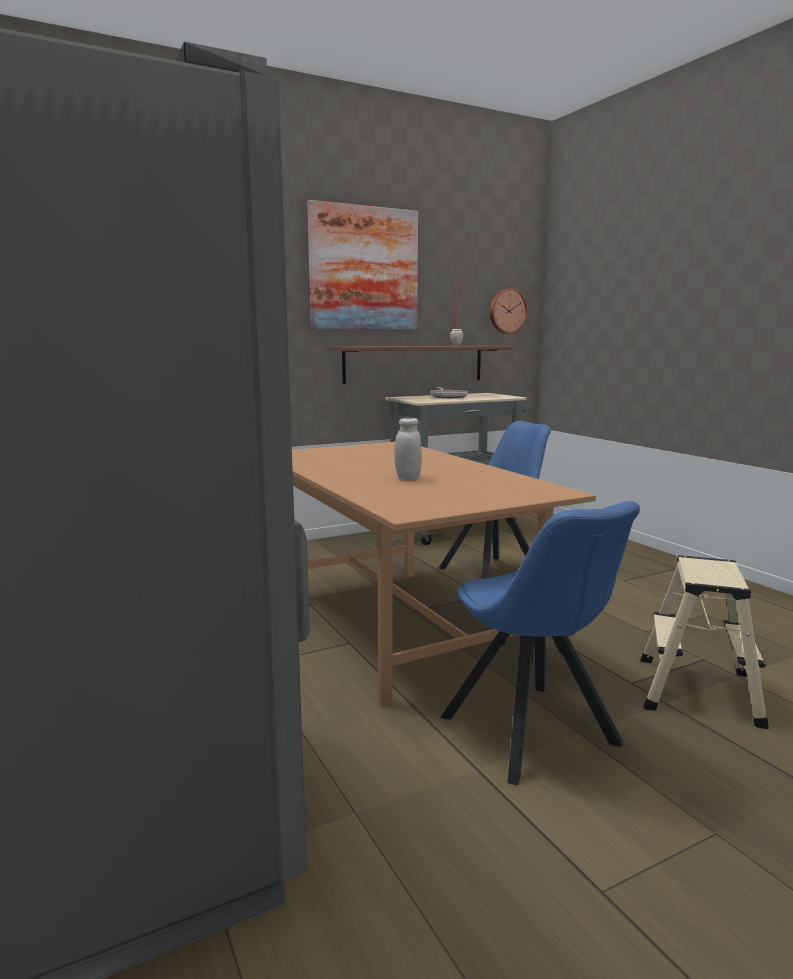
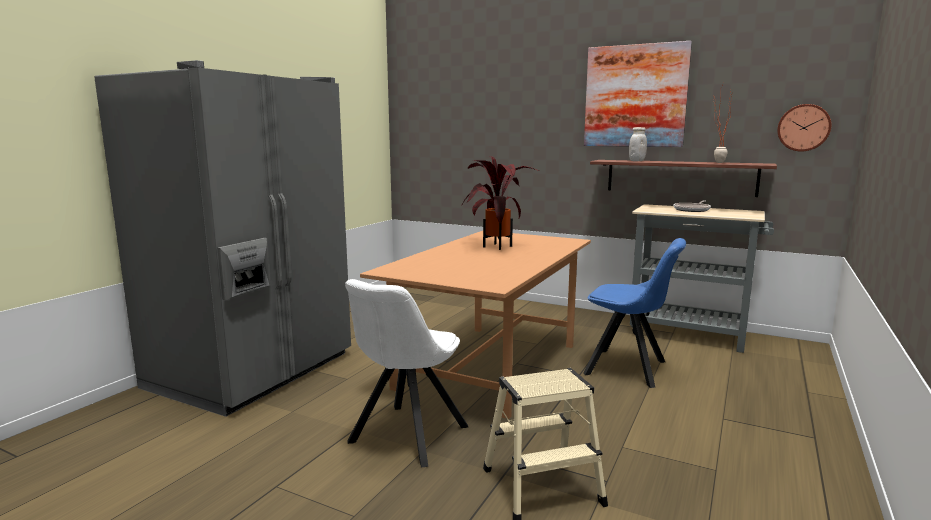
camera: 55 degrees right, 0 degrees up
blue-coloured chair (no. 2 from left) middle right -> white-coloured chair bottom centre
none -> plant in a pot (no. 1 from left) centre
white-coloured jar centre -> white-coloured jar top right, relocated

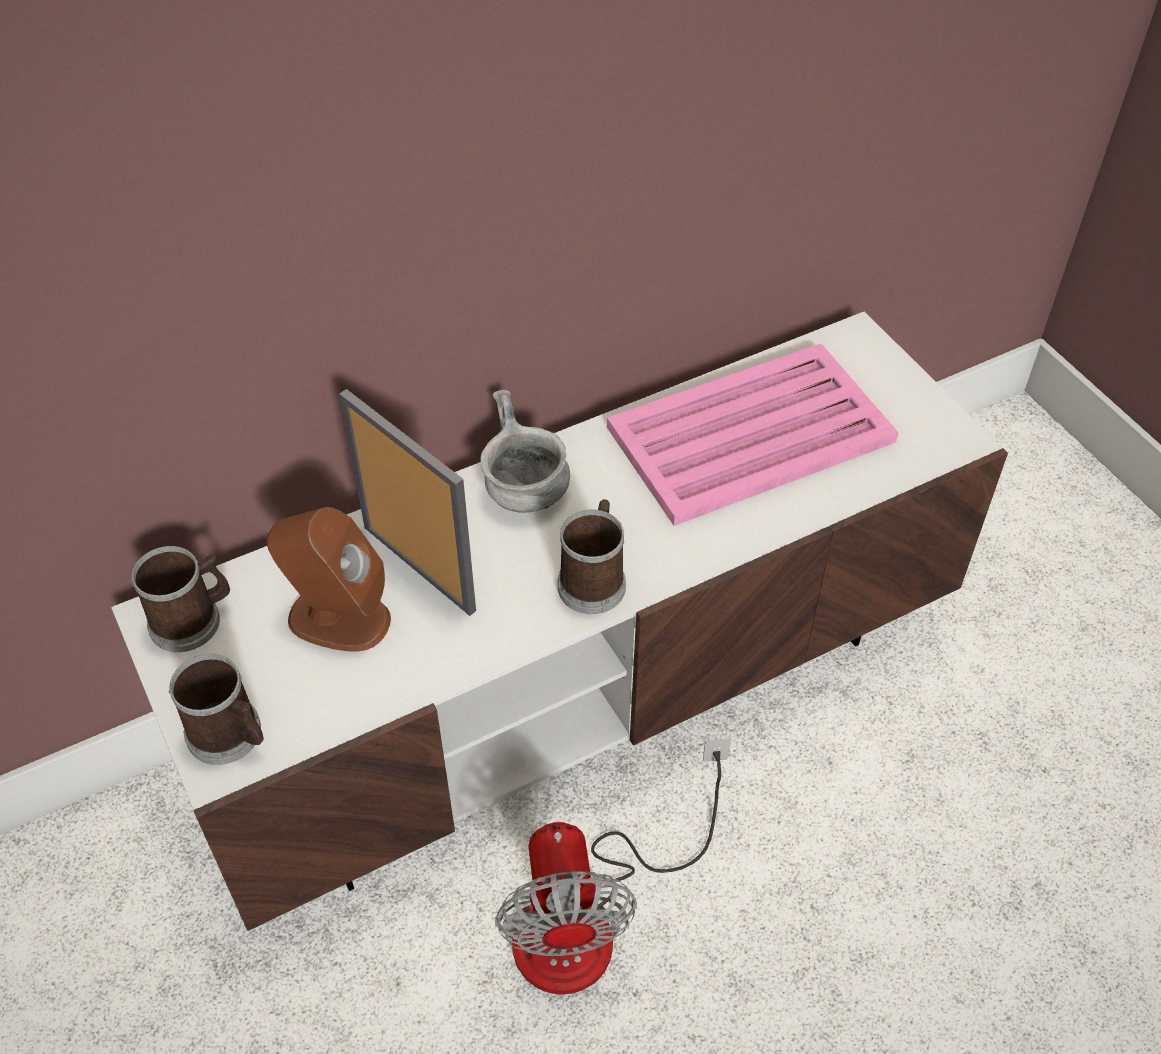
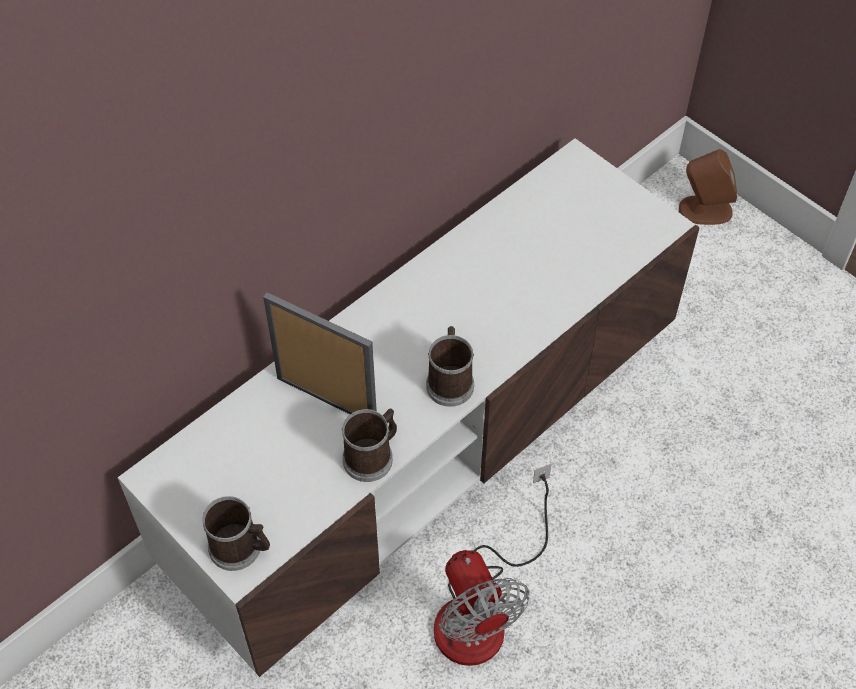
camera: 15 degrees left, 5 degrees up
coffee mug (no. 1 from left in the first image) middle left -> coffee mug (no. 2 from left) centre, relocated
brownish audio speaker middle left -> brownish audio speaker top right, relocated
grey bowl centre -> none
pink serving tray centre -> none

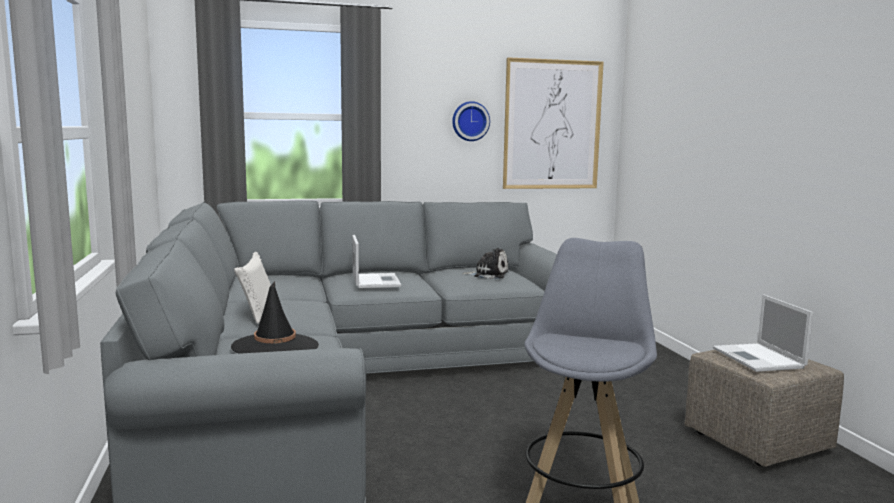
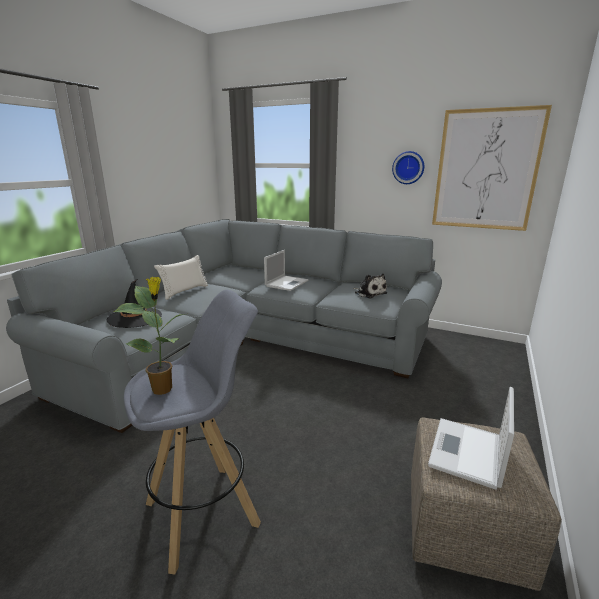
camera: 40 degrees right, 10 degrees up
none -> plant in a pot middle left

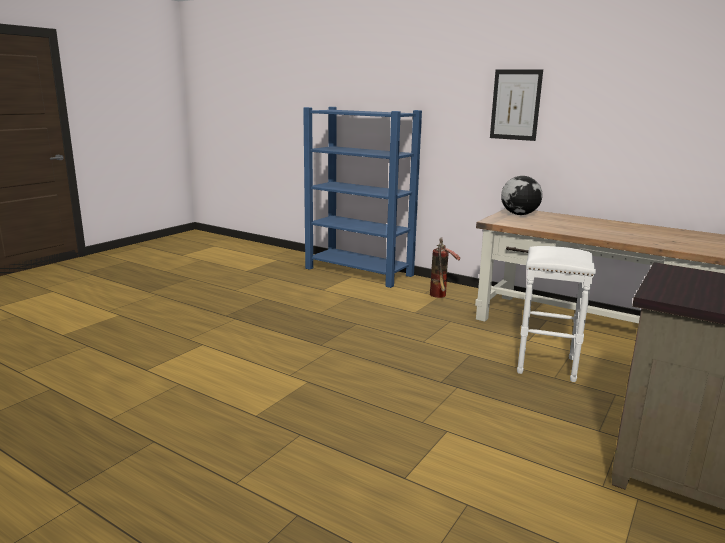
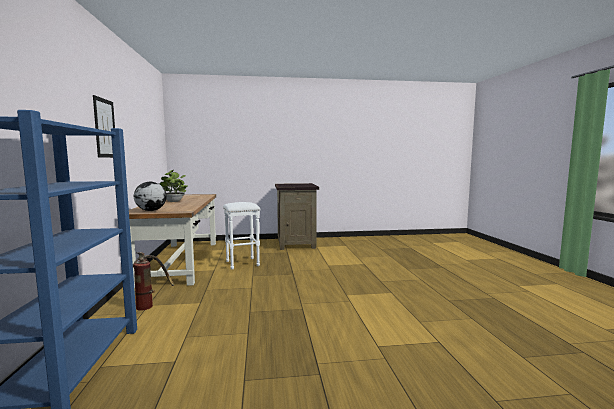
camera: 130 degrees left, 10 degrees down
none -> plant in a pot middle left

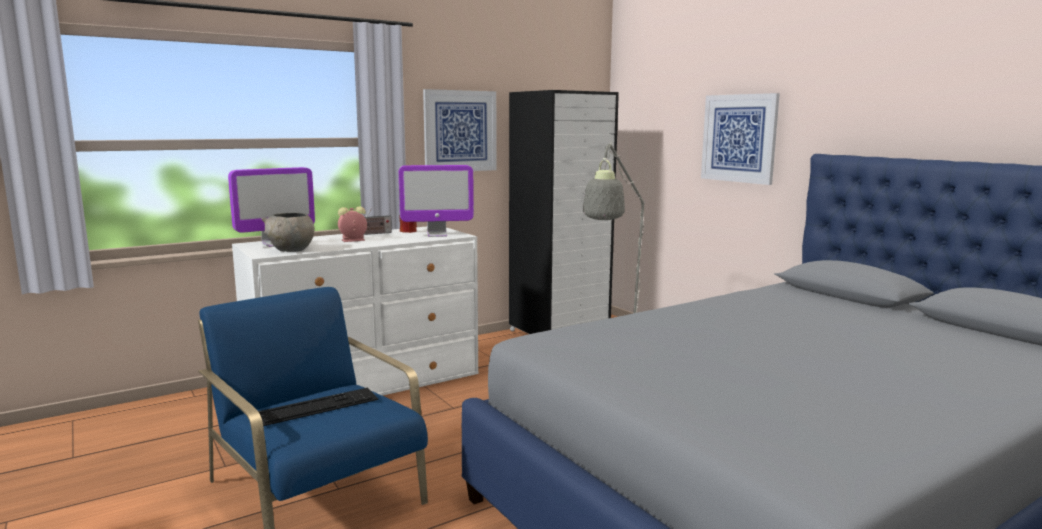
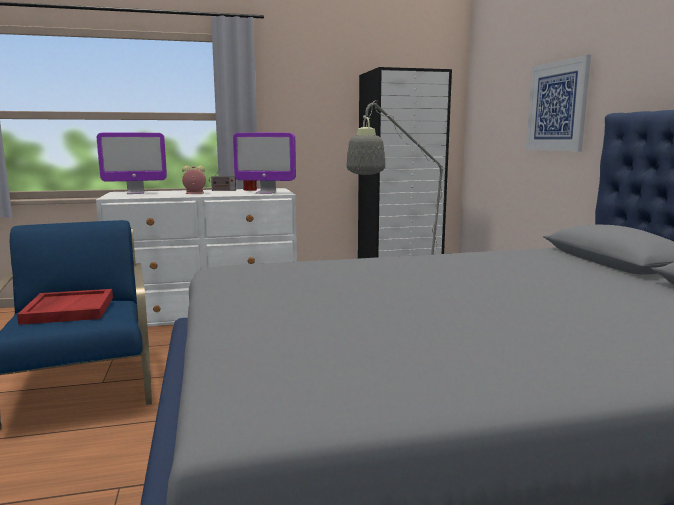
camera: 20 degrees right, 0 degrees up
computer keyboard bottom left -> red-coloured serving tray middle left
grey bowl middle left -> none
wall art (no. 1 from left) top centre -> none

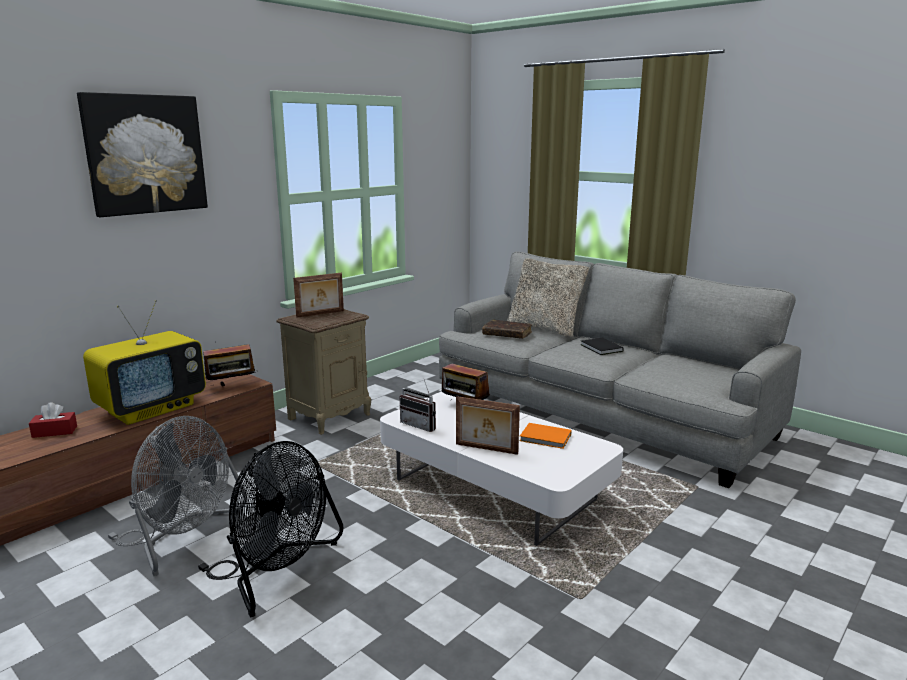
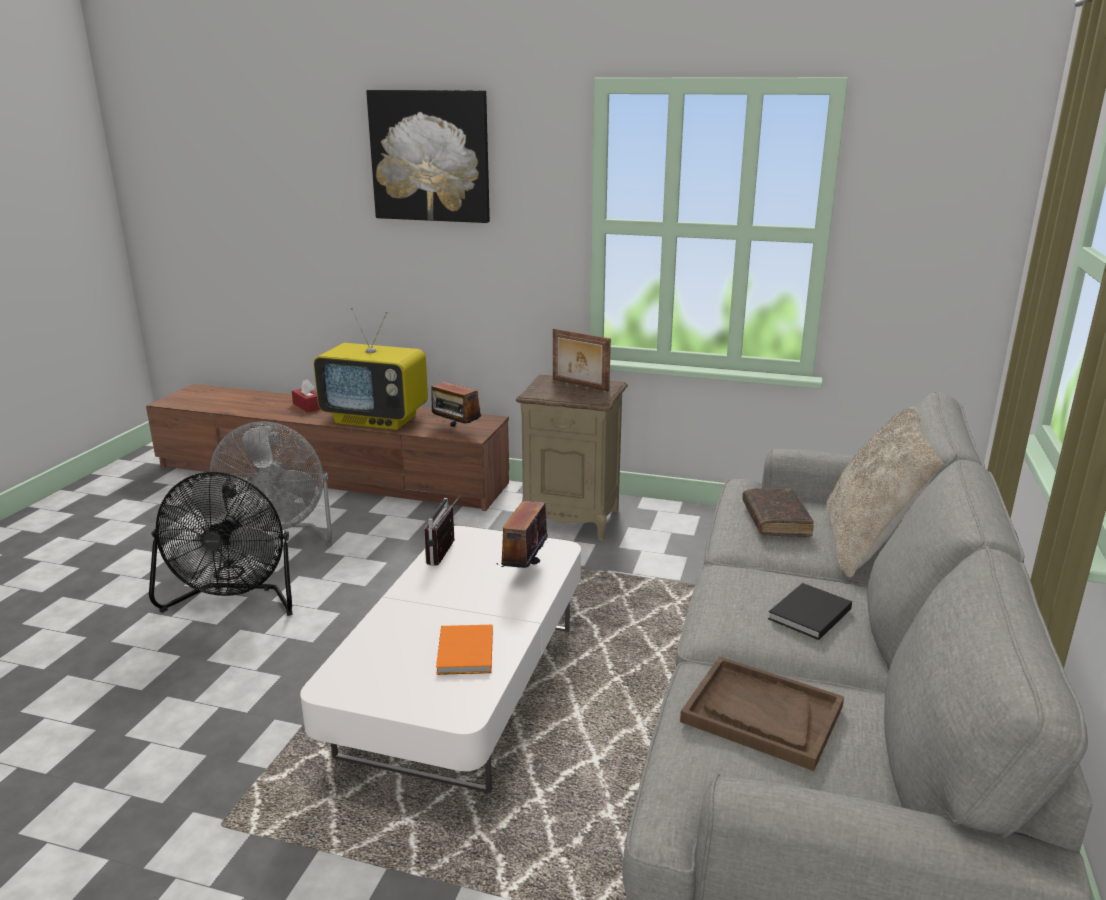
camera: 65 degrees right, 5 degrees up
none -> brownish serving tray bottom right
photo frame (no. 2 from left) centre -> none

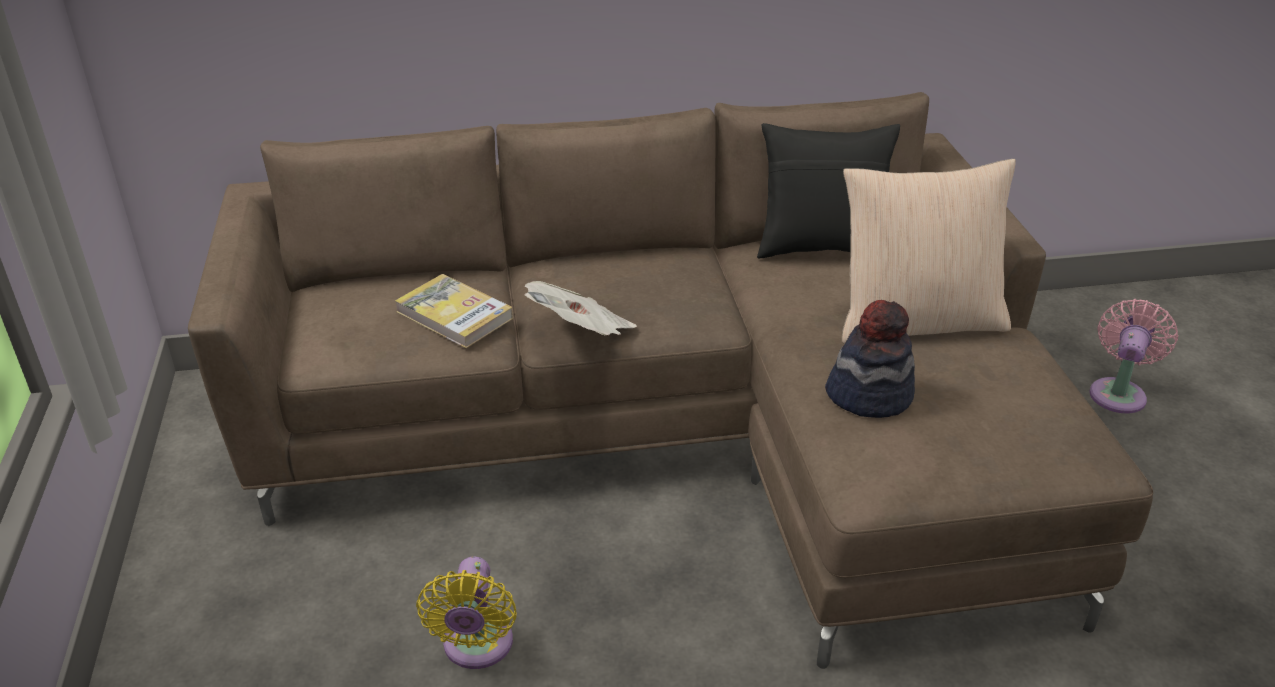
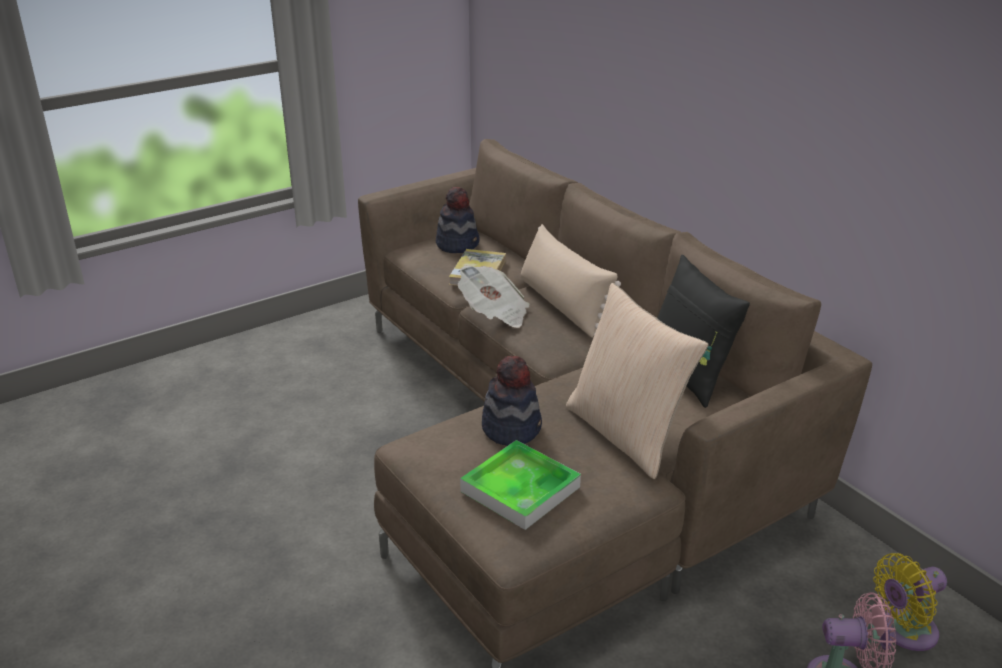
camera: 65 degrees right, 5 degrees down
none -> hat (no. 1 from left) top centre
none -> serving tray bottom centre
none -> sand-coloured throw pillow (no. 1 from left) centre
yellow cooling fan bottom centre -> yellow cooling fan bottom right, relocated

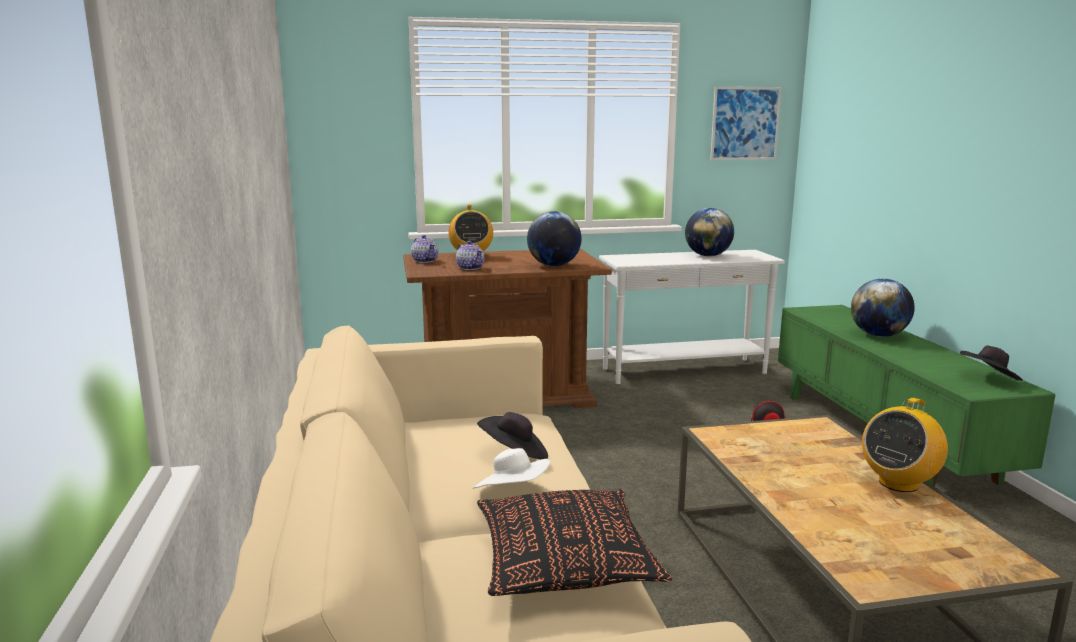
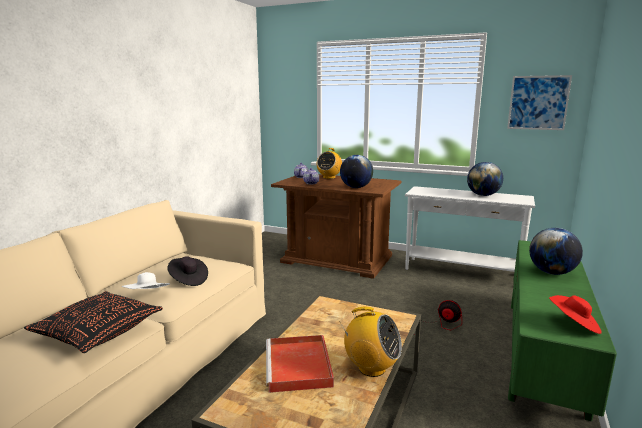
camera: 35 degrees right, 0 degrees up
none -> red-coloured serving tray bottom centre
radio receiver (no. 2 from left) bottom right -> radio receiver (no. 2 from left) bottom centre, 150 degrees counterclockwise
blackish hat (no. 2 from left) middle right -> red-coloured hat bottom right

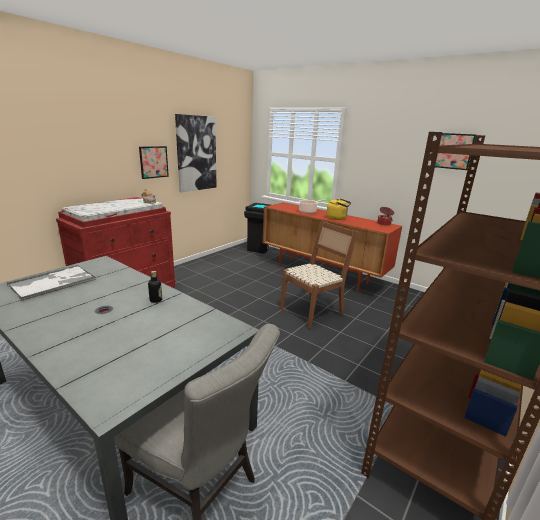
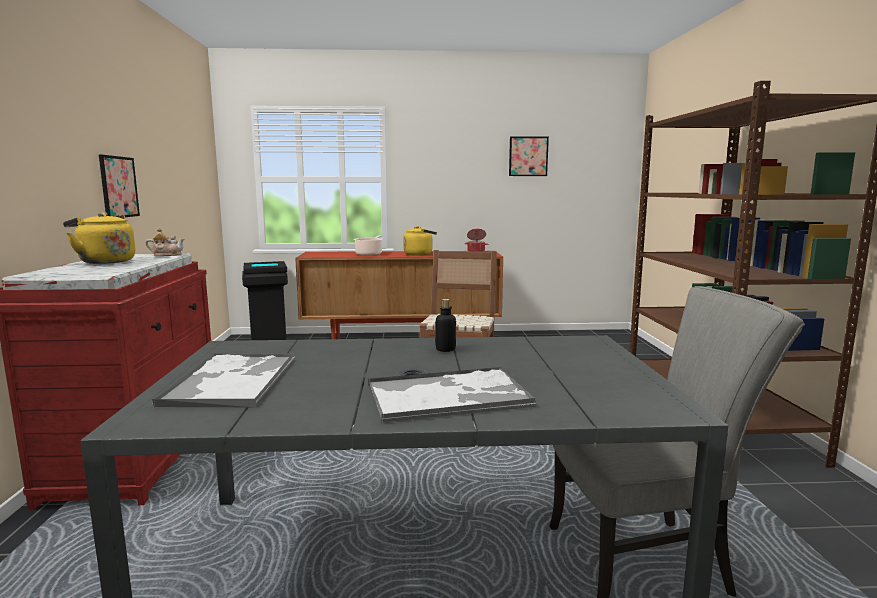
camera: 40 degrees left, 10 degrees down
none -> yellow kettle (no. 1 from left) middle left
none -> serving tray (no. 2 from left) centre
wall art (no. 2 from left) top centre -> none

